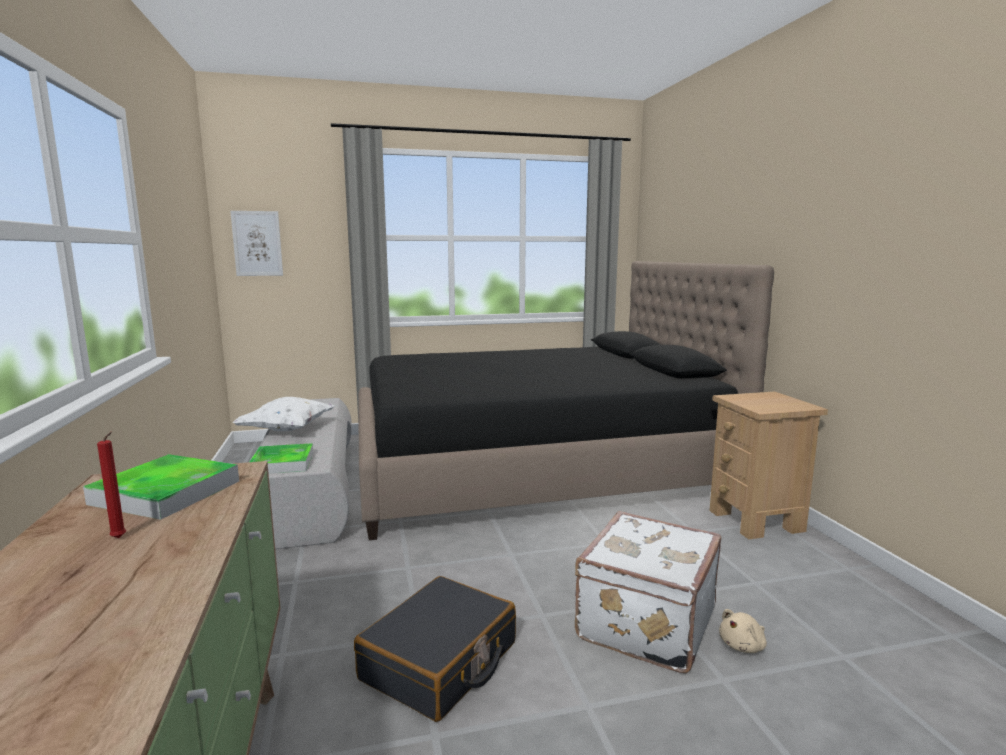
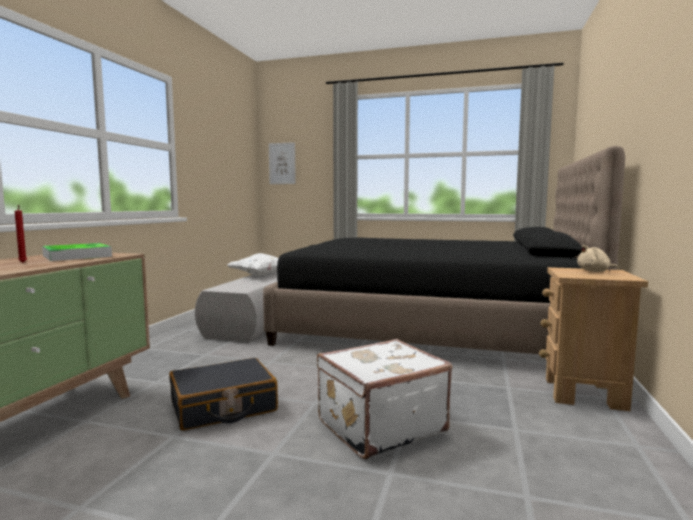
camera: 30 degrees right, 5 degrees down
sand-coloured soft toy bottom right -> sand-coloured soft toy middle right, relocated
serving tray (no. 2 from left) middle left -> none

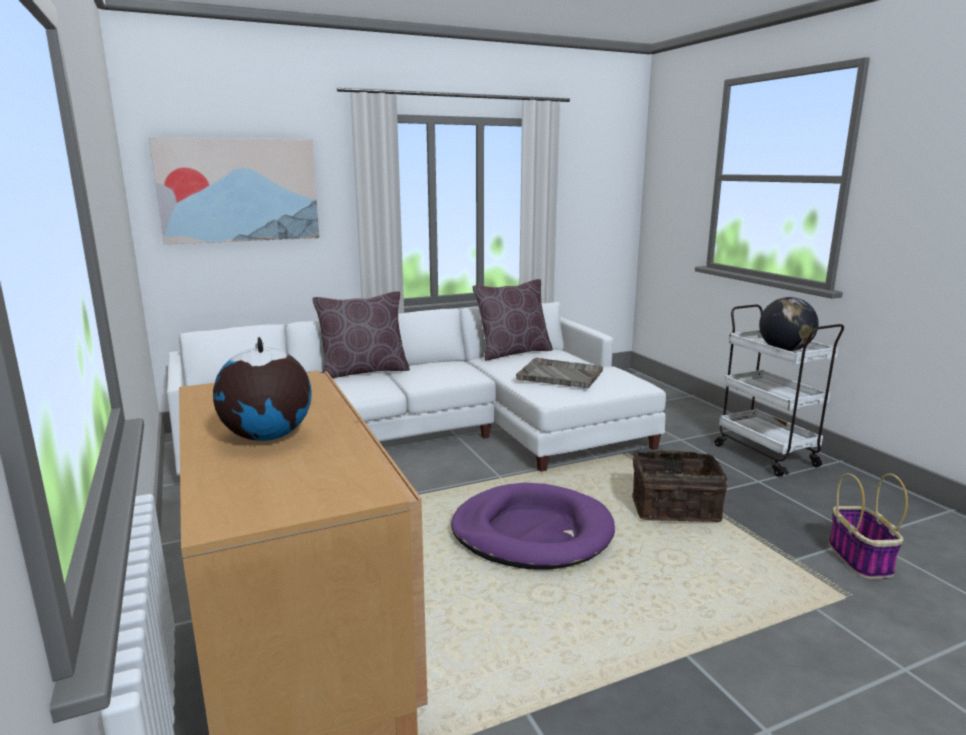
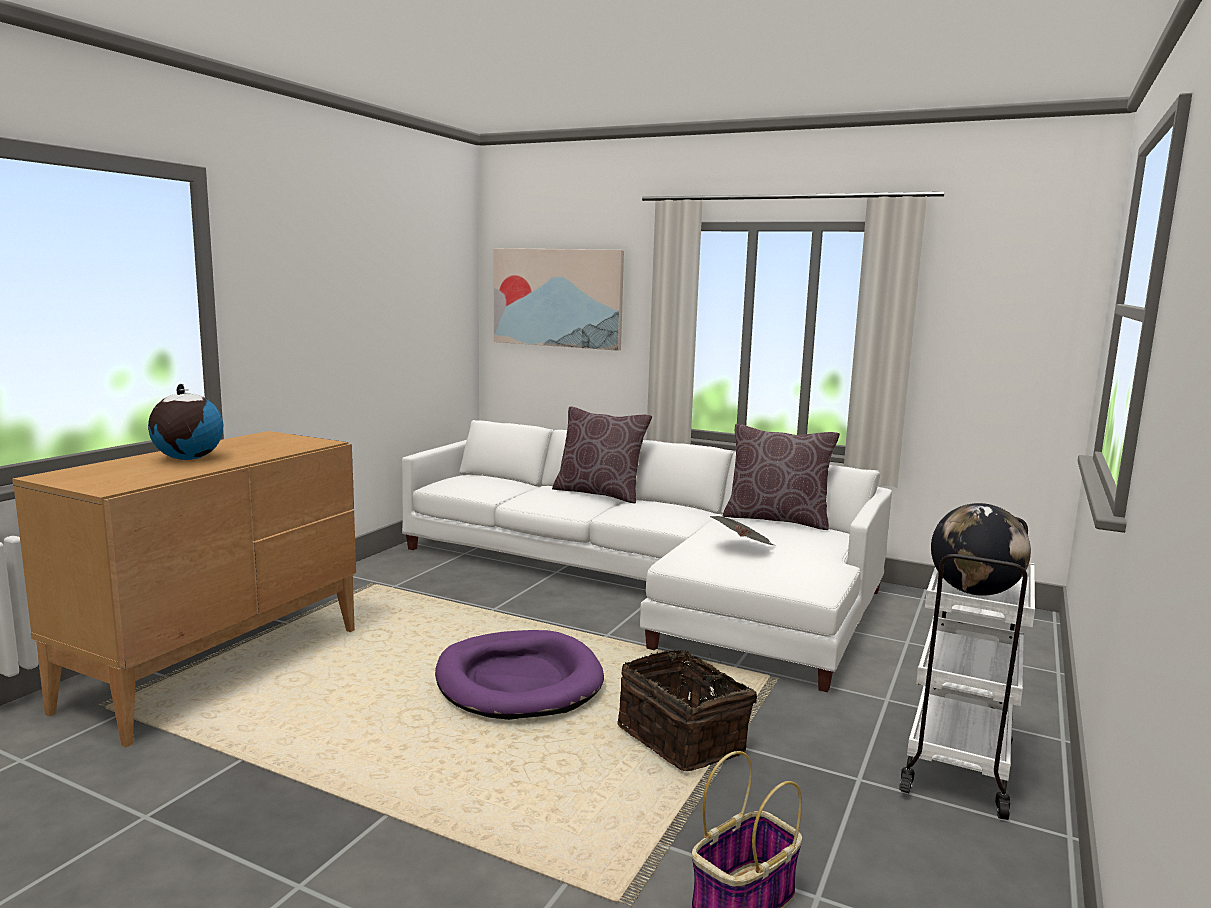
camera: 50 degrees right, 5 degrees down
grey serving tray centre -> daily paper centre

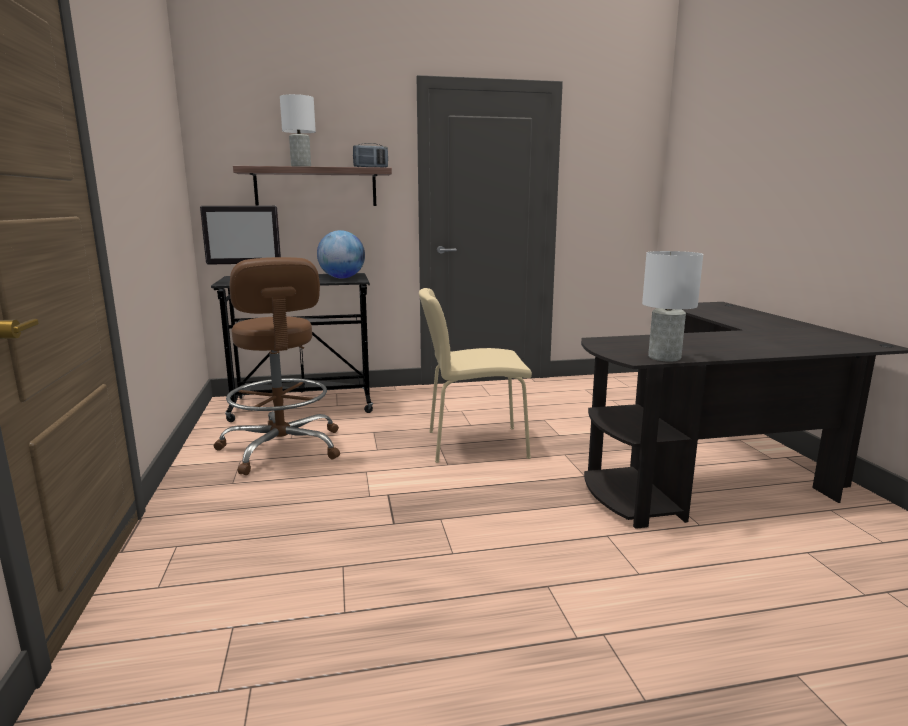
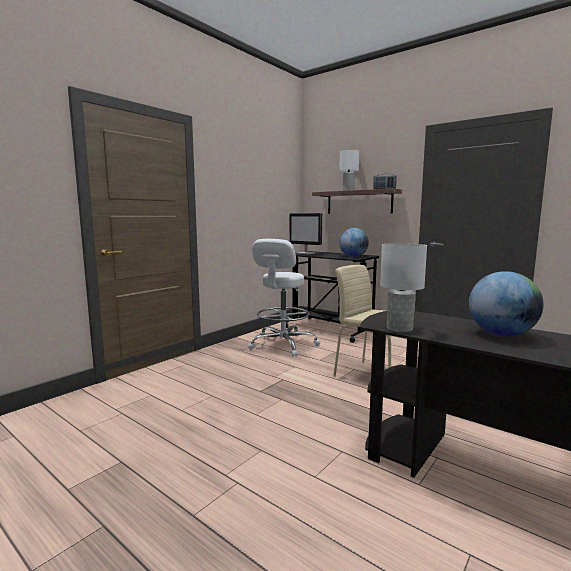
camera: 50 degrees right, 5 degrees down
brownish sitting stool middle left -> white-coloured sitting stool centre
none -> world globe (no. 2 from left) middle right

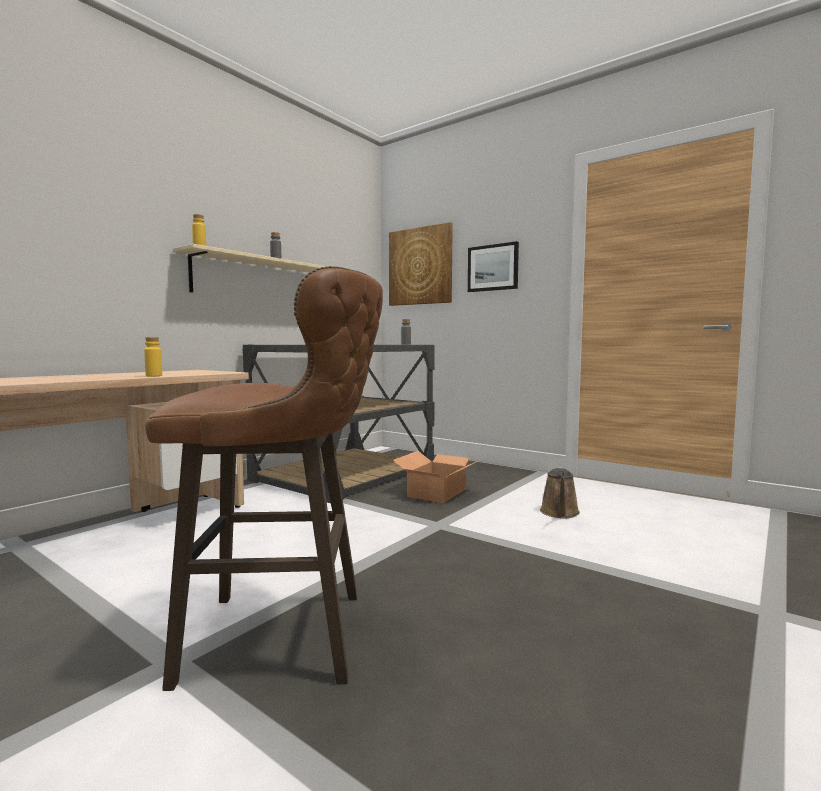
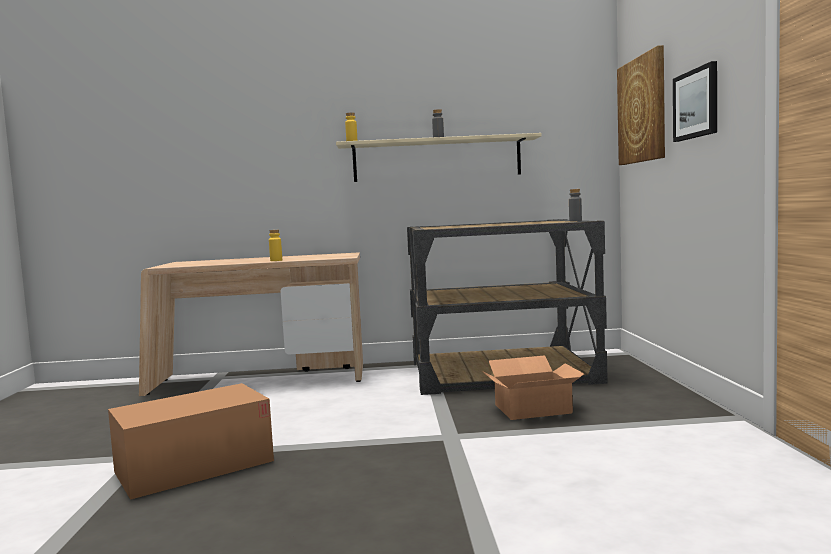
camera: 50 degrees right, 0 degrees up
brownish sitting stool middle left -> cardboard box (no. 1 from left) bottom left
brownish watering can middle right -> none

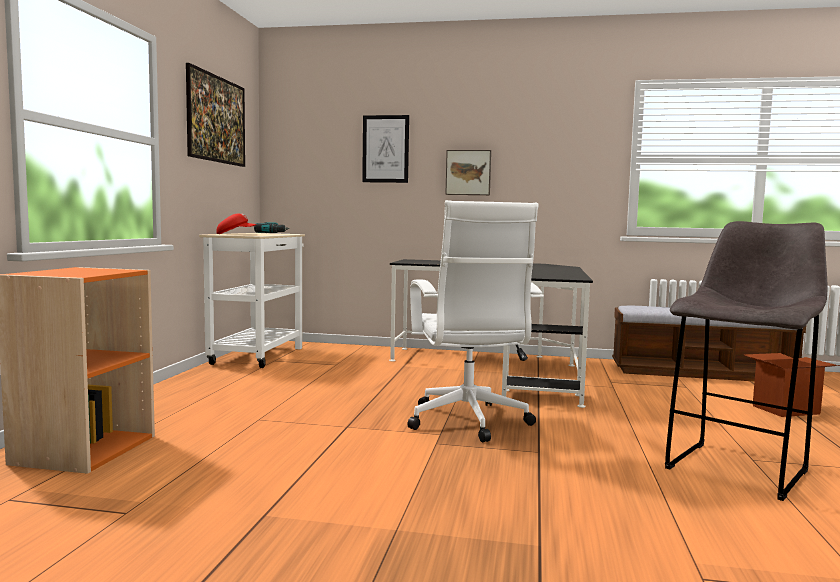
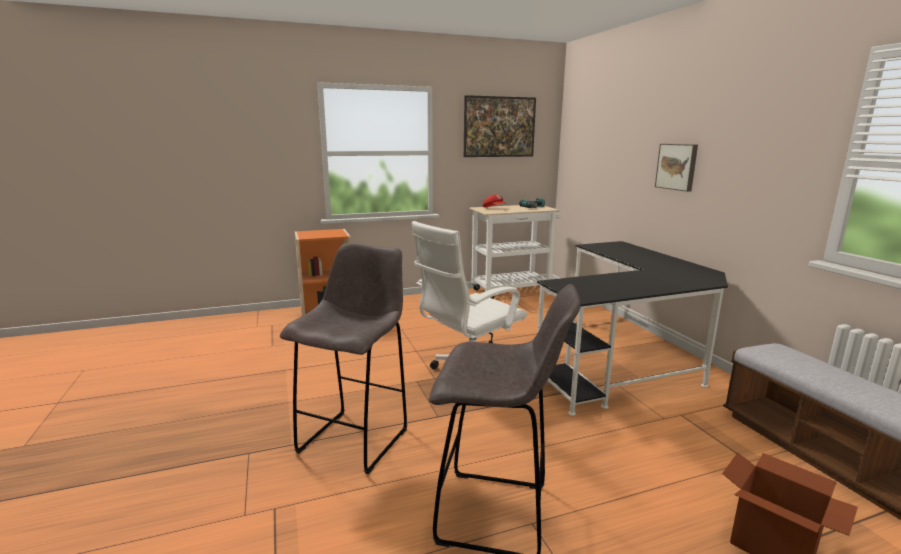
camera: 60 degrees right, 10 degrees up
none -> grey sitting stool (no. 1 from left) centre
wall art (no. 2 from left) top centre -> none

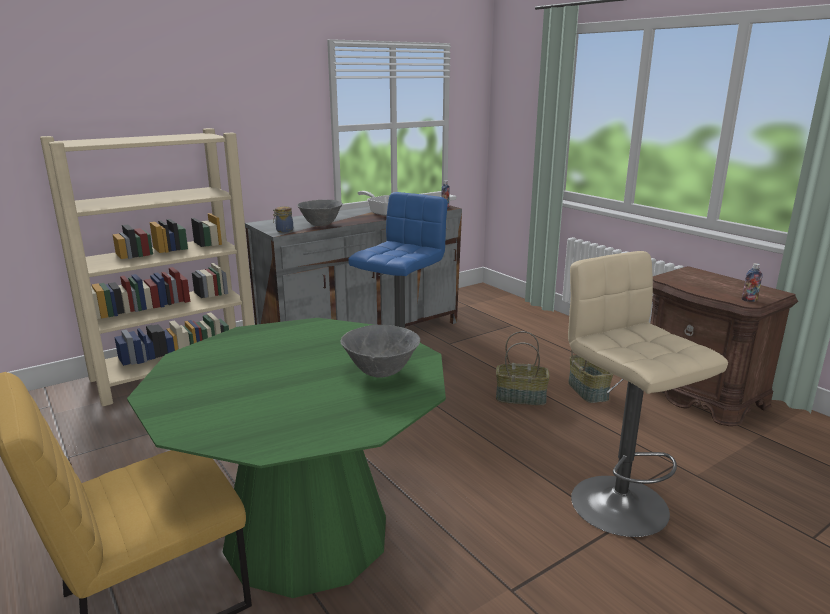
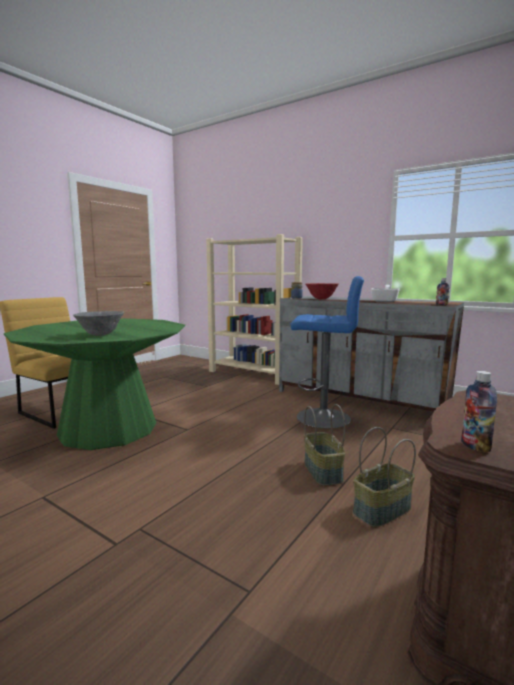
camera: 70 degrees right, 10 degrees down
grey bowl (no. 1 from left) centre -> red-coloured bowl centre
sand-coloured sitting stool middle right -> none

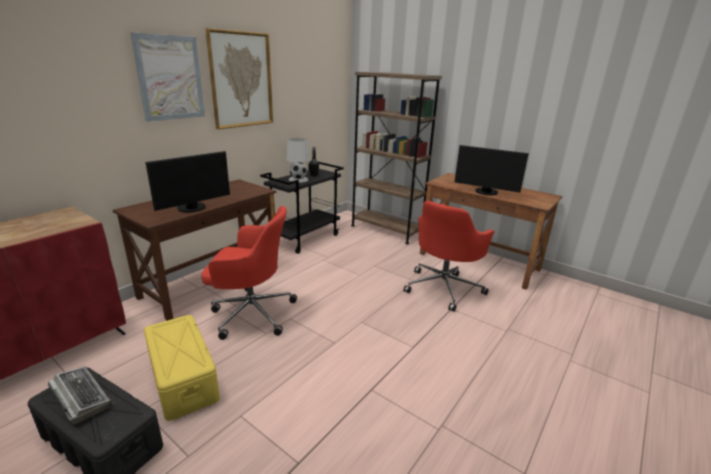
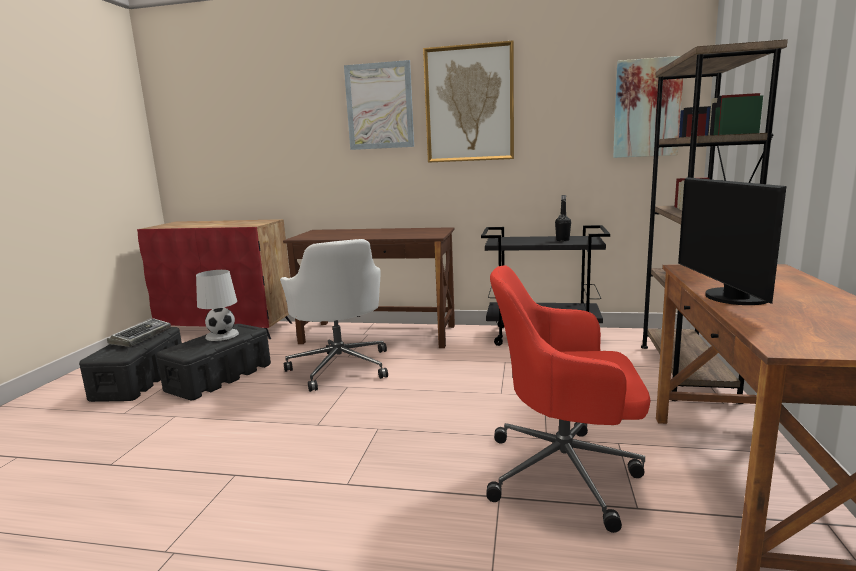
camera: 65 degrees right, 10 degrees down
yellow storage box bottom left -> blackish storage box (no. 2 from left) middle left
white-coloured lamp for a table centre -> white-coloured lamp for a table middle left, relocated
red-coloured desk chair (no. 1 from left) centre -> white-coloured desk chair centre
none -> wall art (no. 3 from left) top right
computer screen (no. 1 from left) middle left -> none

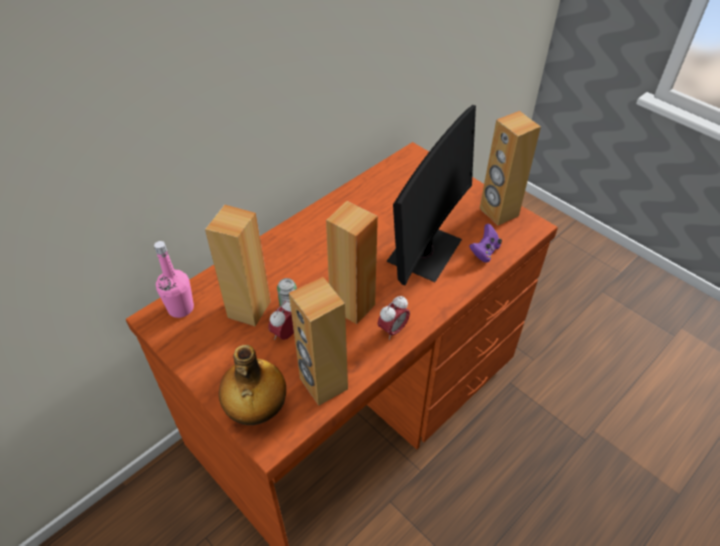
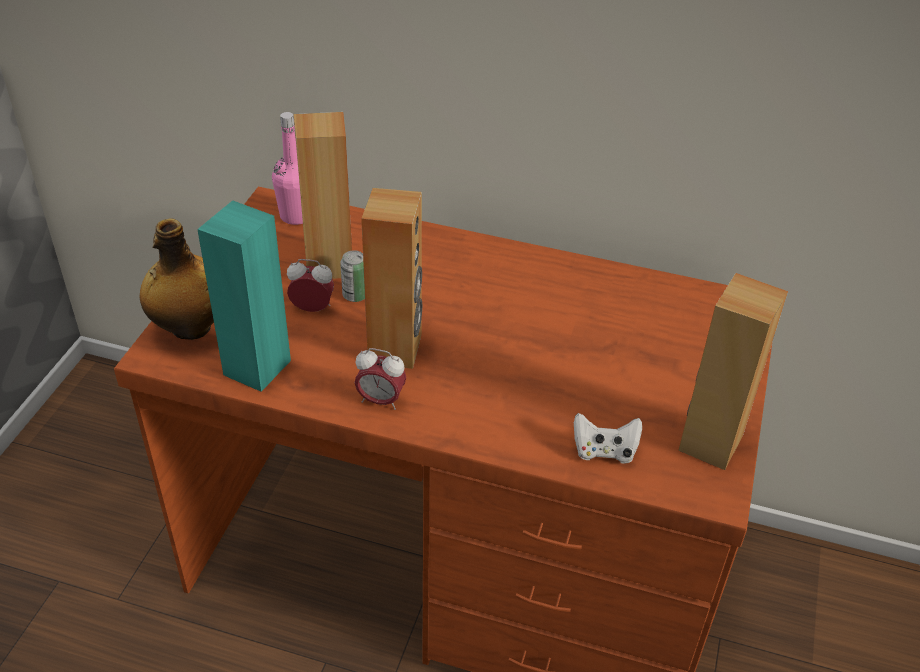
camera: 60 degrees right, 5 degrees down
brownish audio speaker (no. 2 from left) centre -> blue-green audio speaker middle left
purple gamepad middle right -> white-coloured gamepad centre
computer screen centre -> none

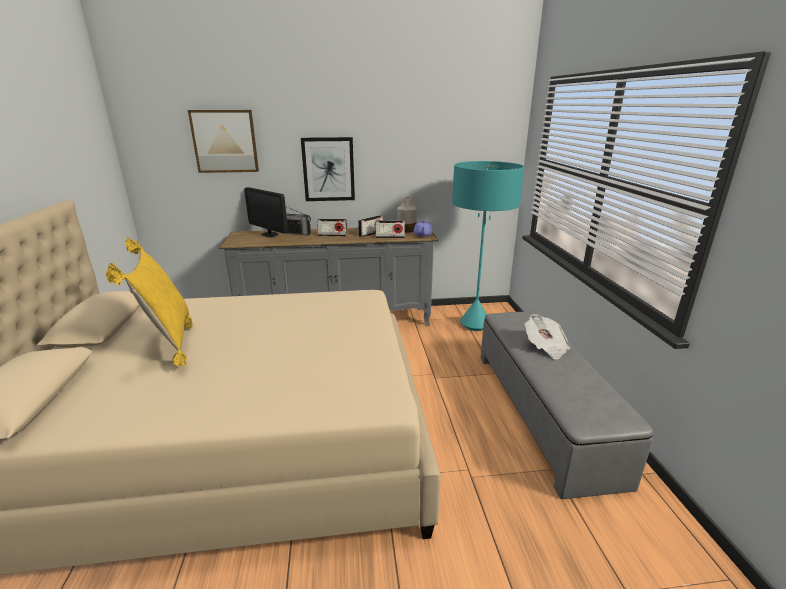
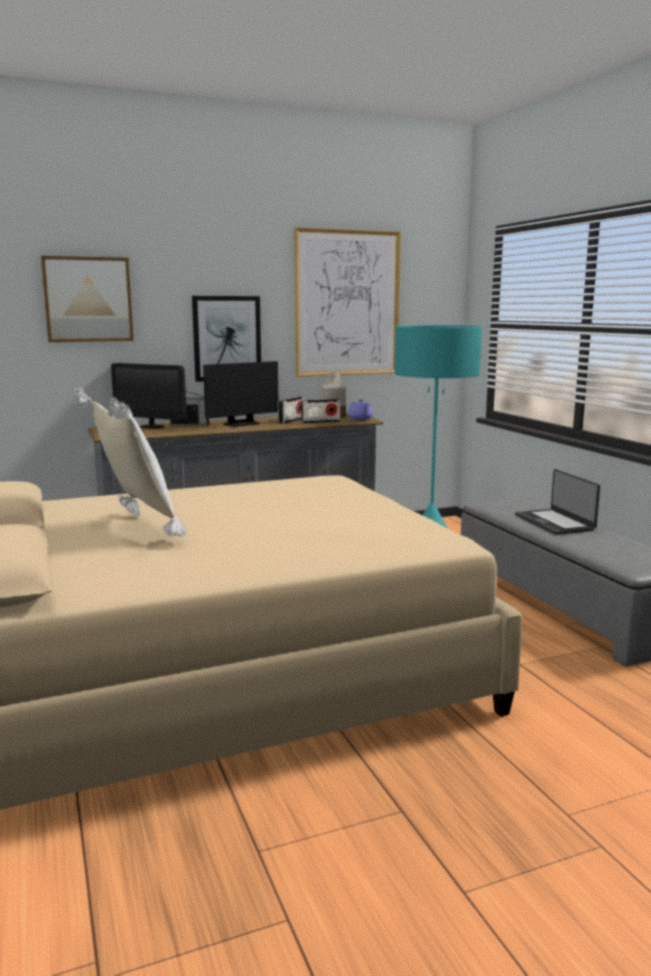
camera: 15 degrees left, 10 degrees down
yellow throw pillow middle left -> white-coloured throw pillow middle left
radio receiver (no. 2 from left) centre -> computer screen (no. 2 from left) centre
none -> wall art (no. 3 from left) top centre
daily paper middle right -> portable computer middle right

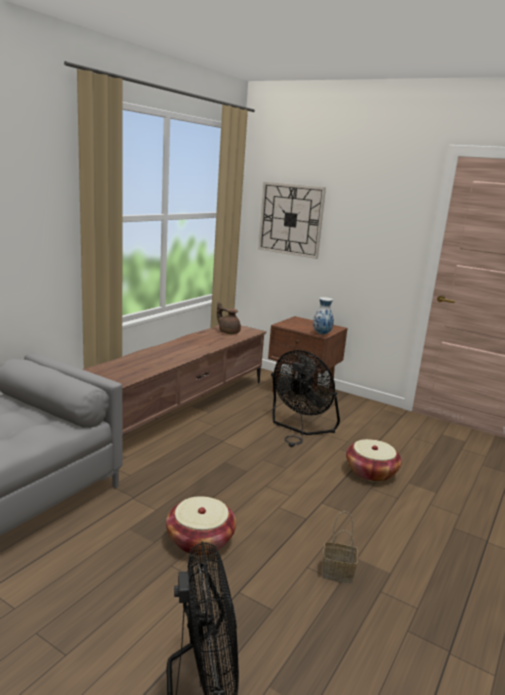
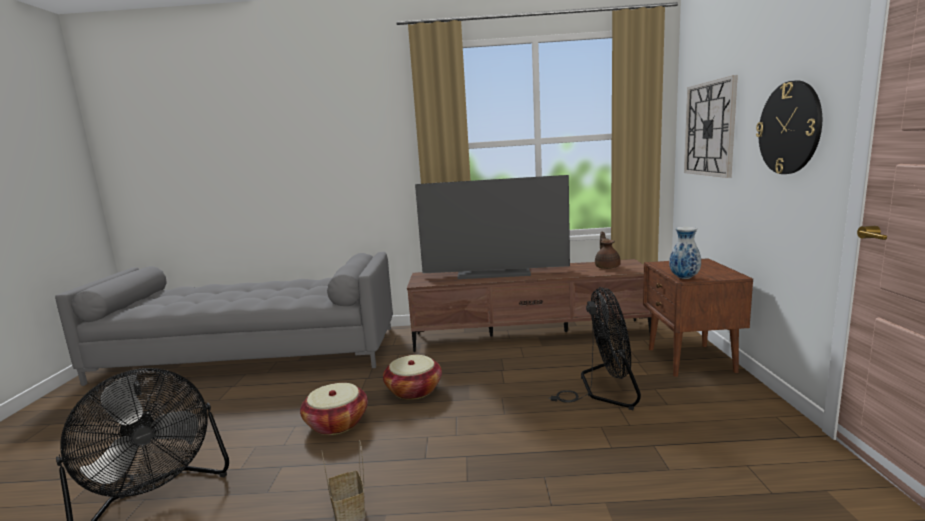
camera: 60 degrees right, 5 degrees down
storage basket (no. 3 from left) middle right -> storage basket (no. 3 from left) bottom centre, relocated
none -> television centre
none -> hanging clock (no. 2 from left) top right

